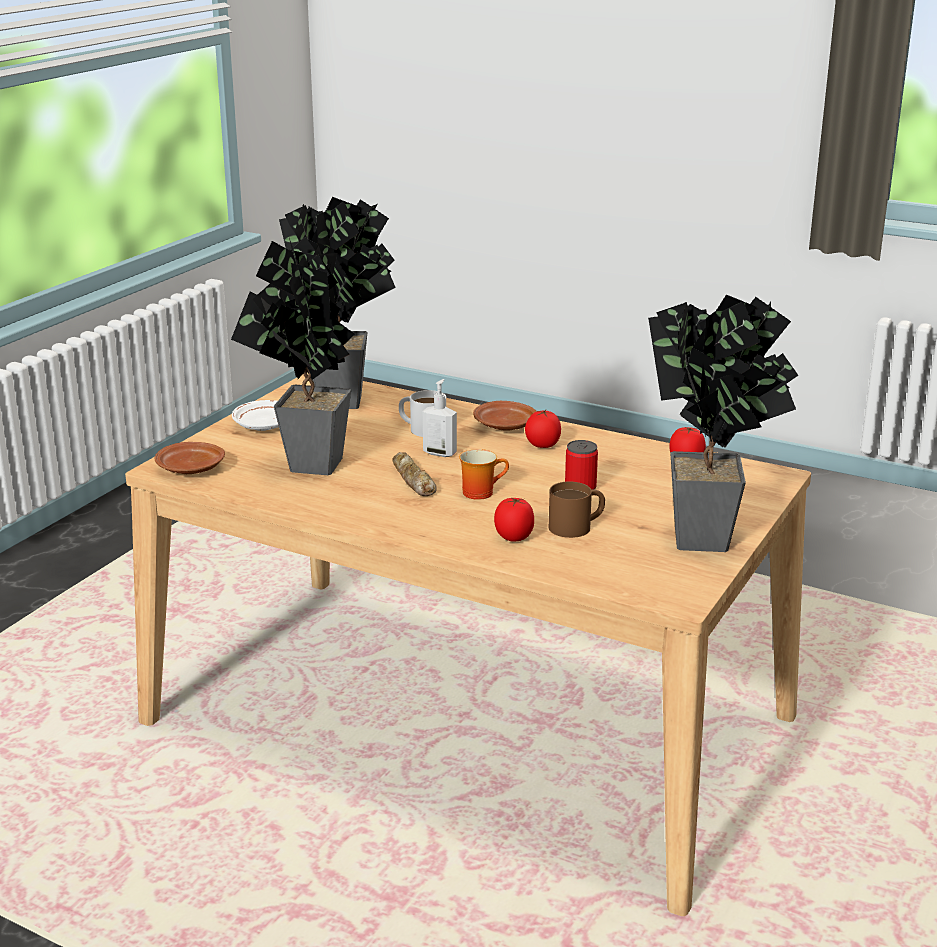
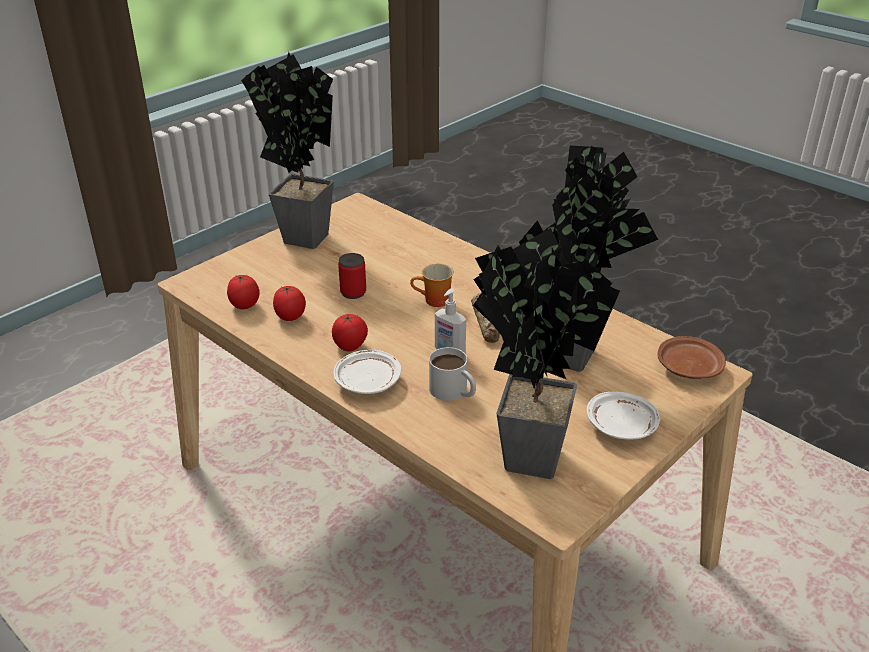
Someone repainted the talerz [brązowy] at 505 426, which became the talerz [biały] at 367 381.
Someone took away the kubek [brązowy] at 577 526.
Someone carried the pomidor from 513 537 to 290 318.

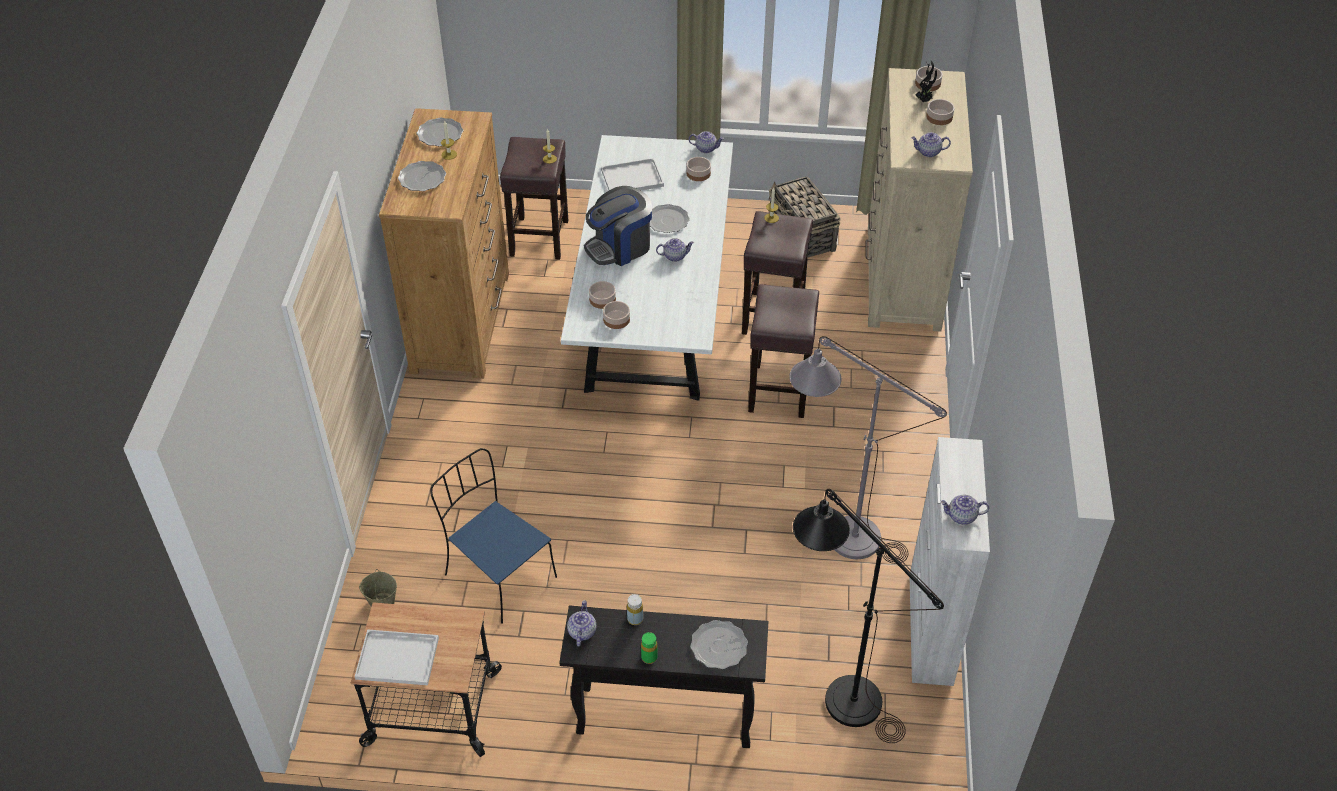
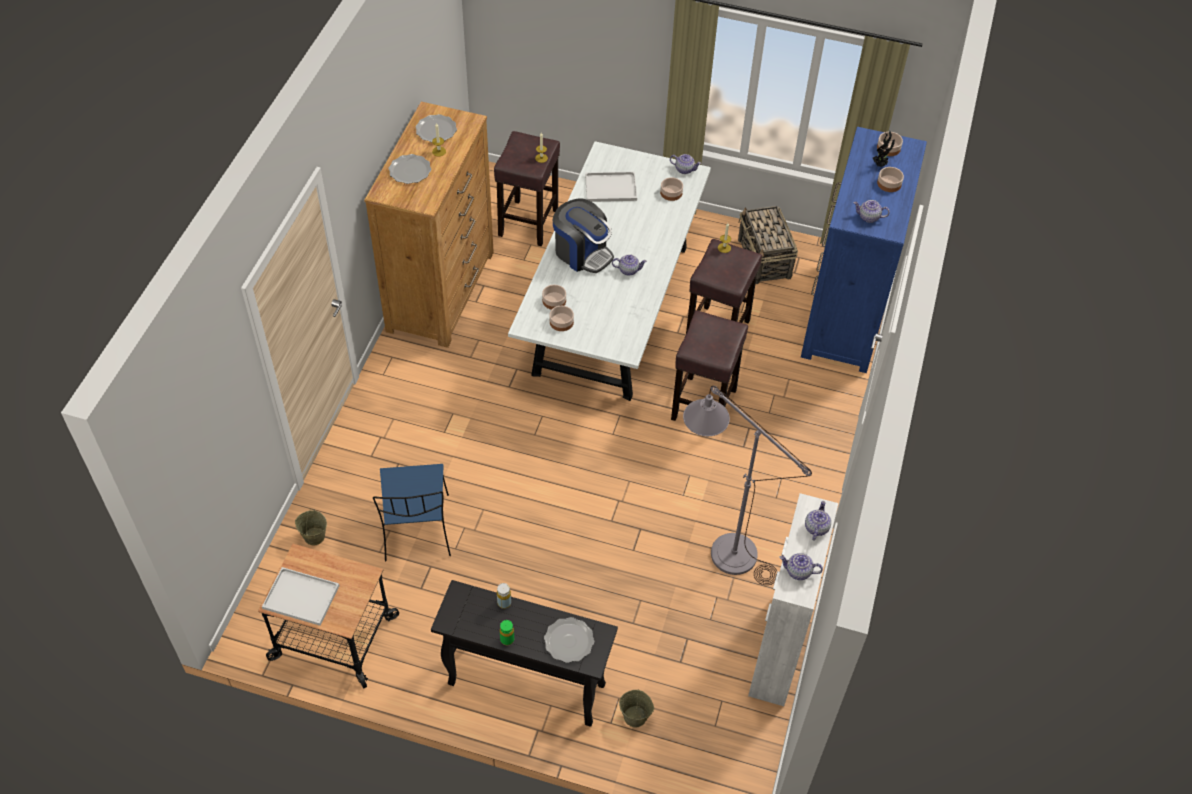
Someone repainted the komoda [beżowy] at 902 278, which became the komoda [niebieski] at 845 316.
Someone rotated the ekspres do kawy at 620 247 by 120 degrees counterclockwise.
Someone took away the talerz at 667 220.
Someone rotated the krzesło [niebieski] at 498 575 by 150 degrees counterclockwise.
Someone took away the lampa stojąca [czarny] at 840 691.
Someone carried the imbryk from 581 631 to 816 527.
Someone put down the wiadro [beżowy] at 635 717.

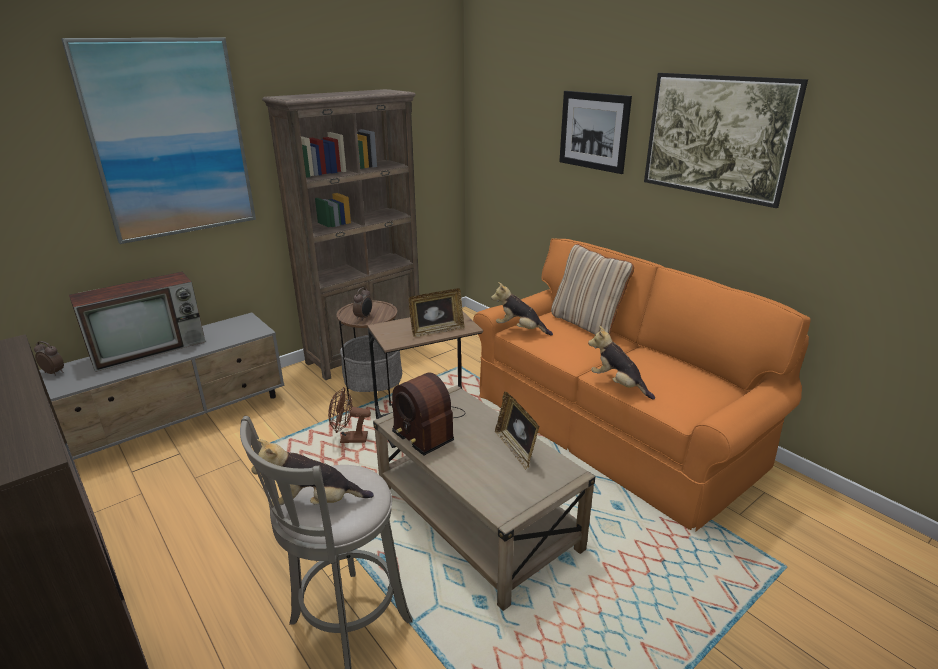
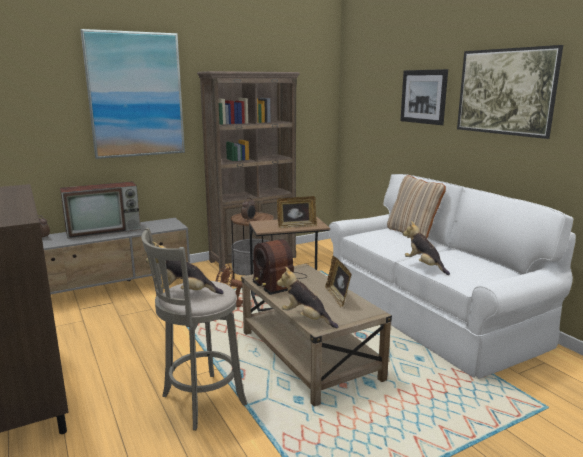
Someone repainted the kanapa [pomarańczowy] at 612 427, which became the kanapa [biały] at 429 314.
Someone carried the pluszak from 520 329 to 306 319.

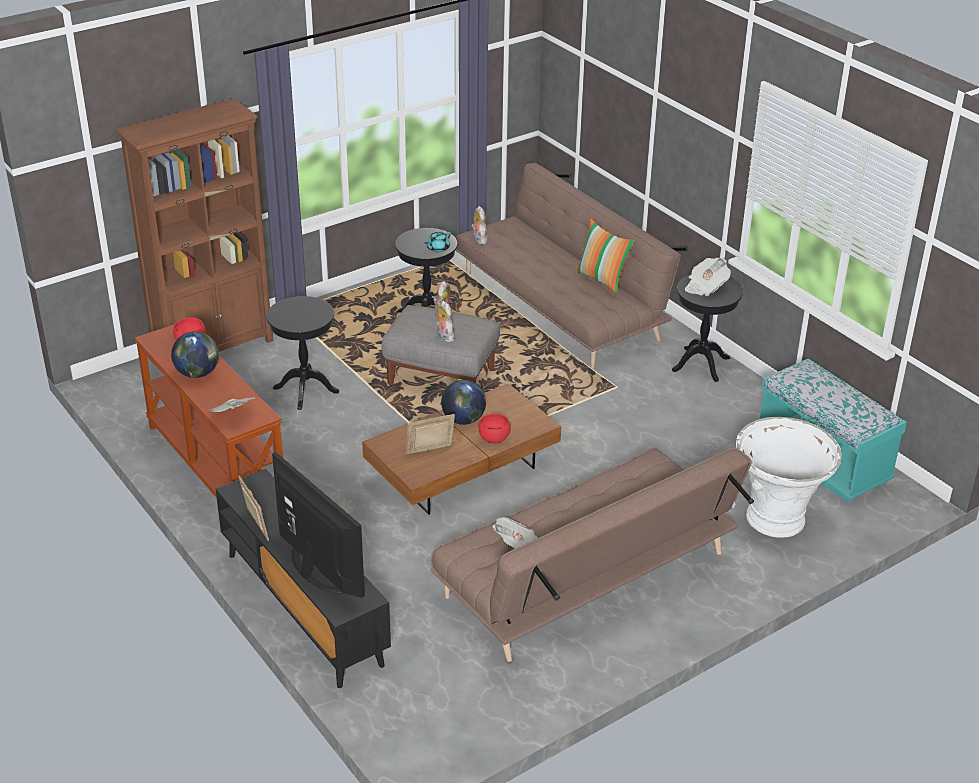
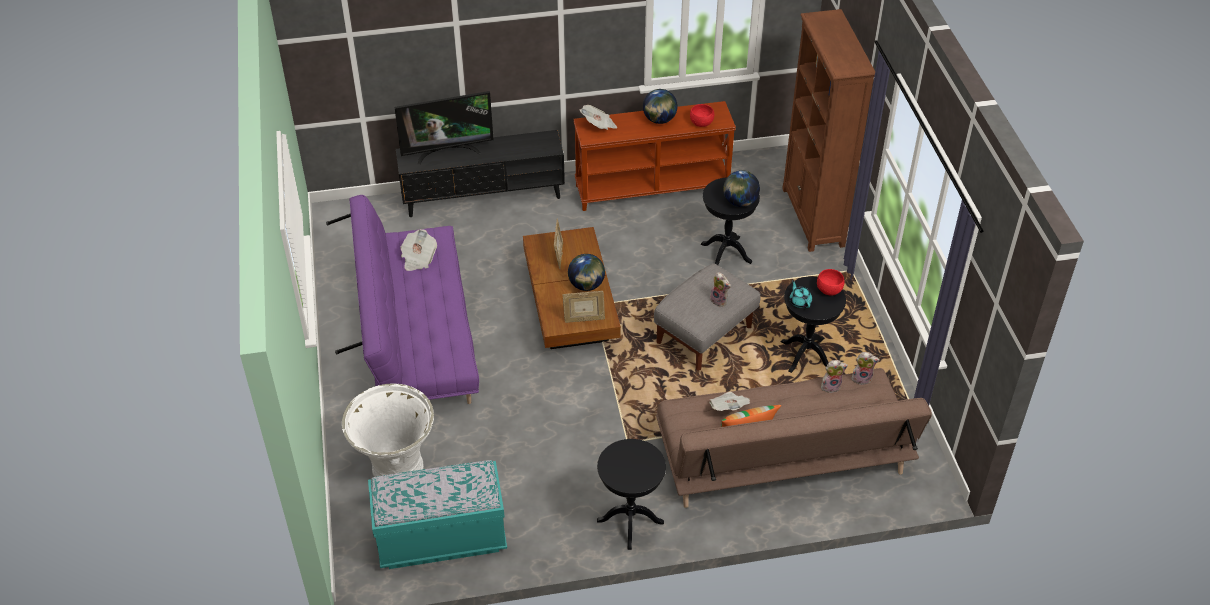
Someone carried the gazeta from 705 287 to 728 408.
Someone carried the pluszak from 444 337 to 831 386.
Someone carried the miska [czerwony] from 494 439 to 829 291.
Someone repainted the kanapa [brązowy] at 587 575, which became the kanapa [fioletowy] at 417 334.
Someone carried the ramka na zdjęcie from 255 526 to 584 319.
Someone put down the globus at 740 202.

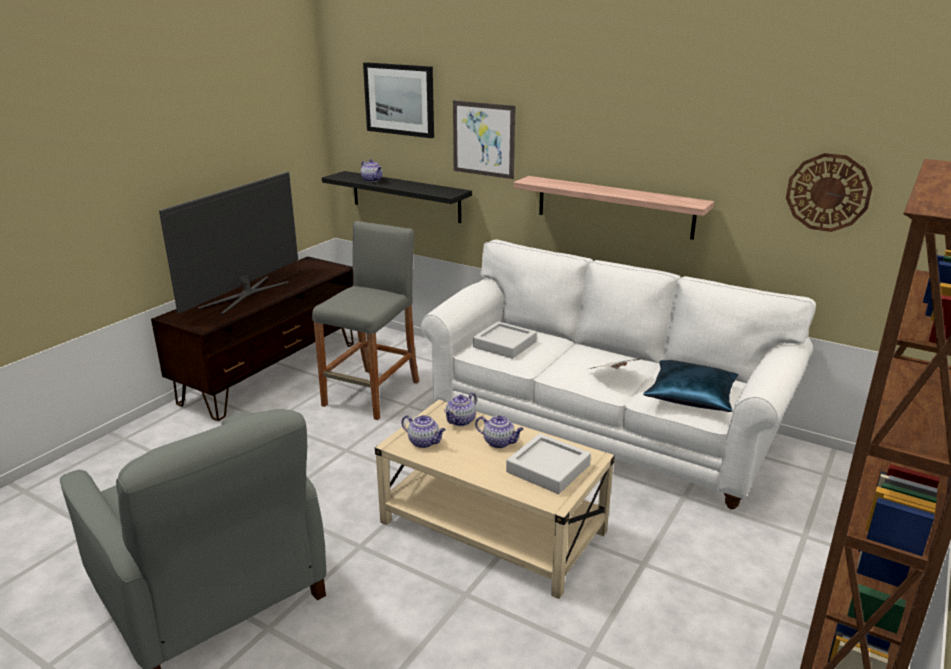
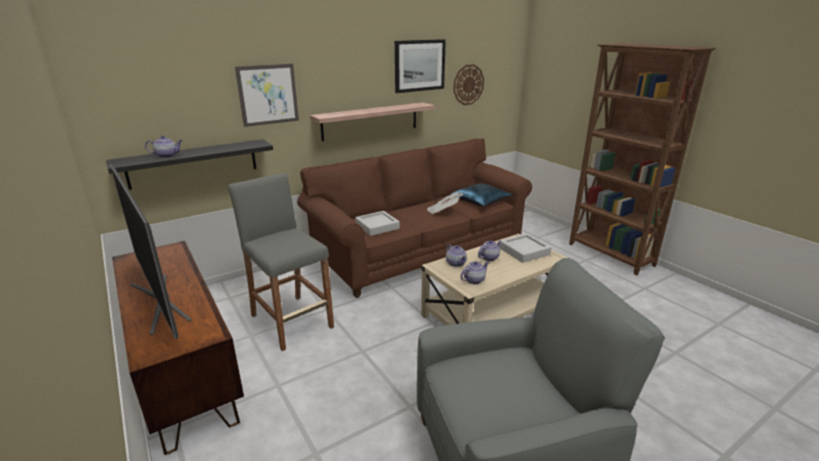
Someone carried the obraz from 399 99 to 419 65.
Someone repainted the kanapa [biały] at 602 428, which became the kanapa [brązowy] at 419 252.

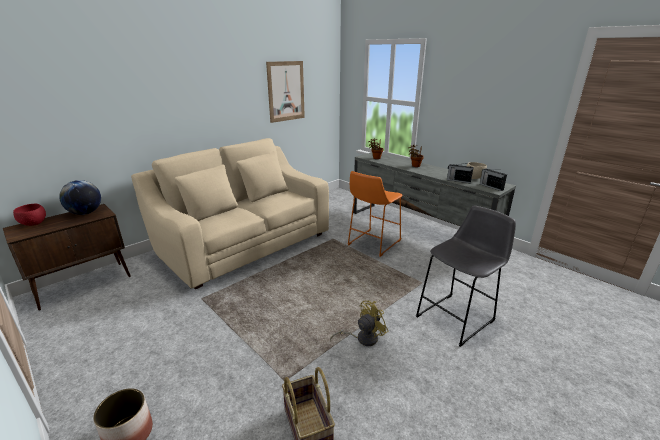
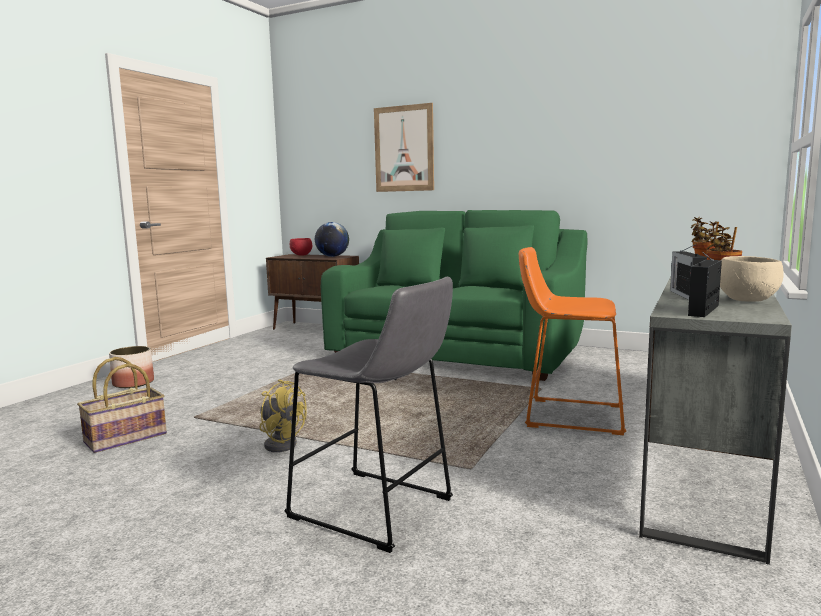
Someone carried the obraz from 286 91 to 404 148.
Someone repainted the kanapa [beżowy] at 244 244, which became the kanapa [zielony] at 455 353.

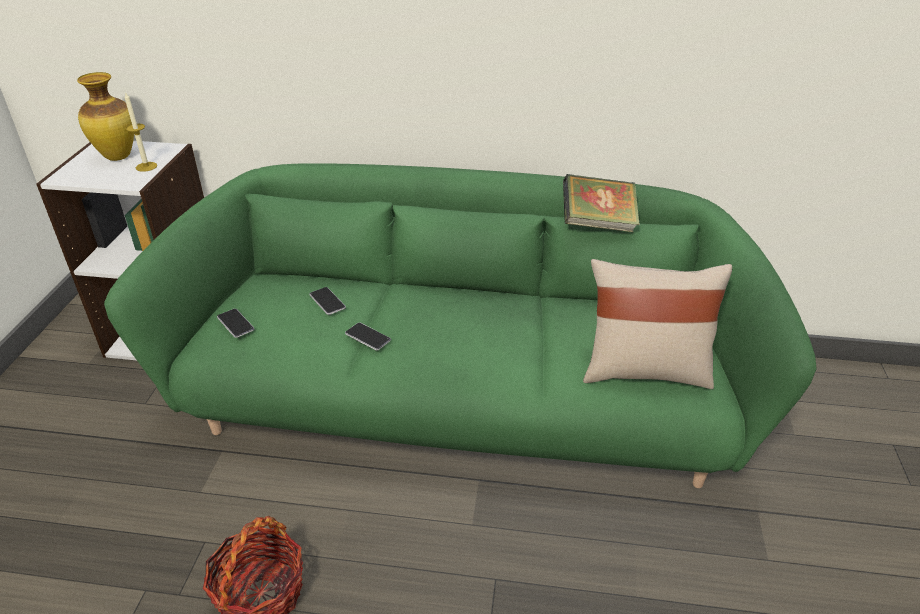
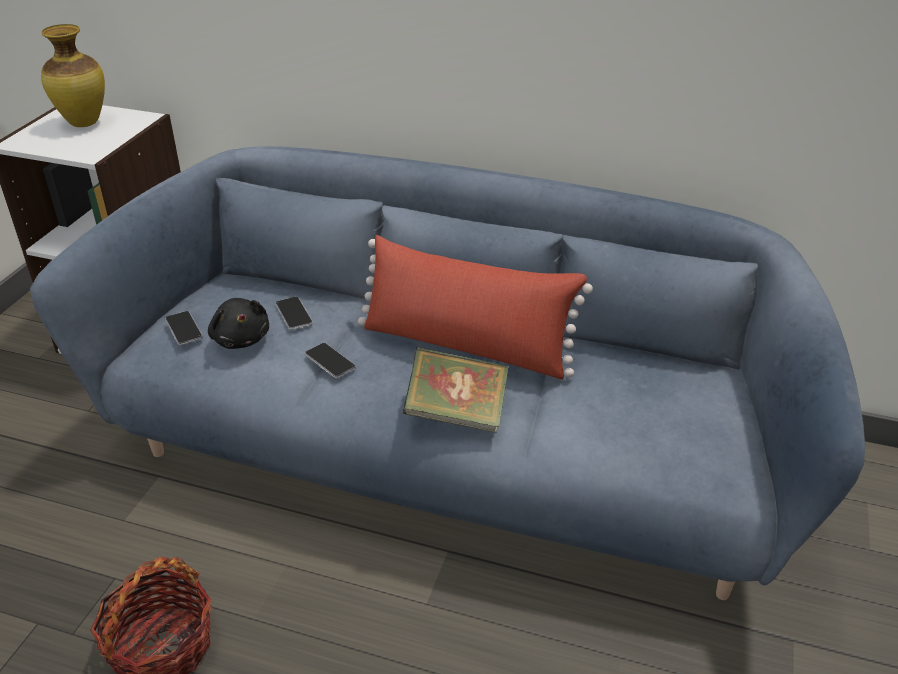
Someone took away the świeca at 146 166.
Someone repainted the kanapa [zielony] at 459 402, which became the kanapa [niebieski] at 448 454.
Someone carried the książka from 597 224 to 456 414.
Someone took away the poduszka [beżowy] at 645 370.
Someone put down the poduszka [czerwony] at 466 346.
Someone put down the pluszak [czarny] at 241 338.

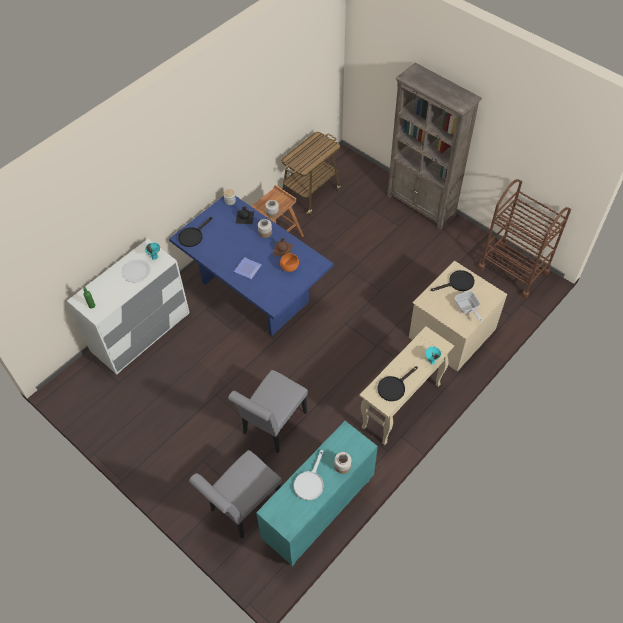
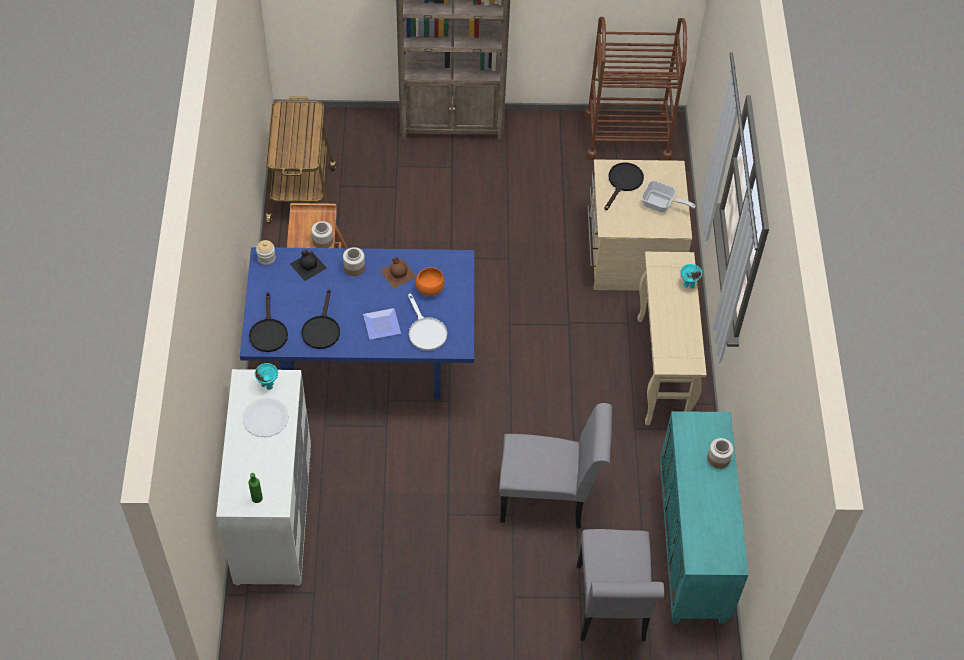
Someone carried the patelnia [czarny] from 394 387 to 321 329.
Someone rotated the krzesło [szary] at 272 426 by 75 degrees counterclockwise.
Someone carried the patelnia [biały] from 310 482 to 425 331.

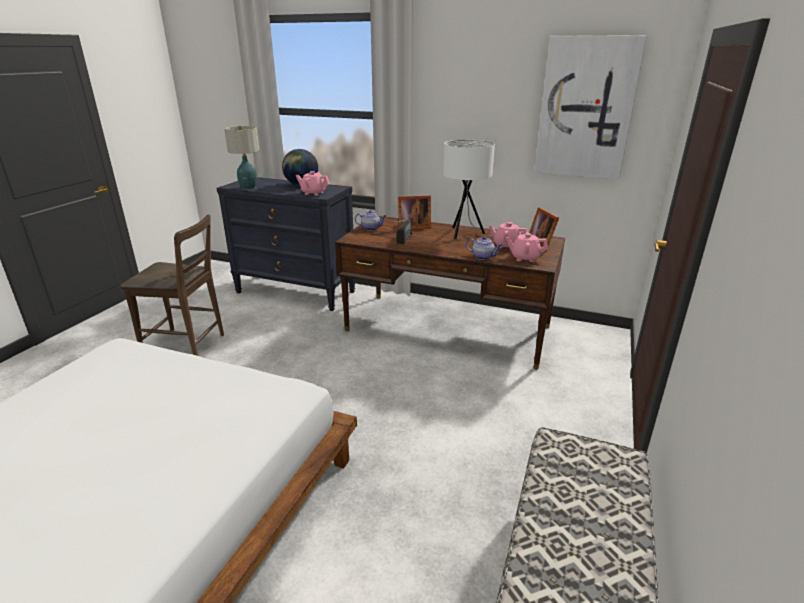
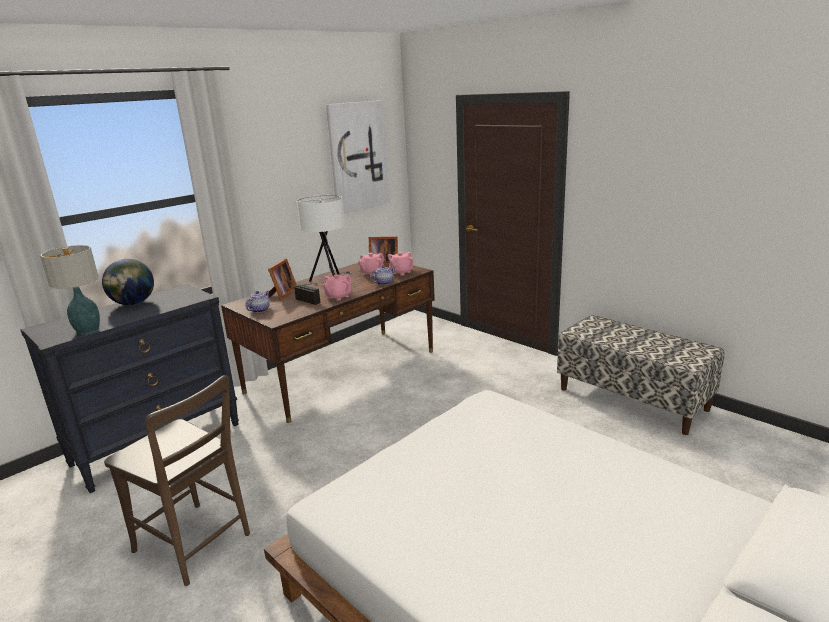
Someone carried the imbryk [różowy] from 313 193 to 338 297.
Someone rotated the krzesło [brązowy] at 188 346 by 90 degrees clockwise.

